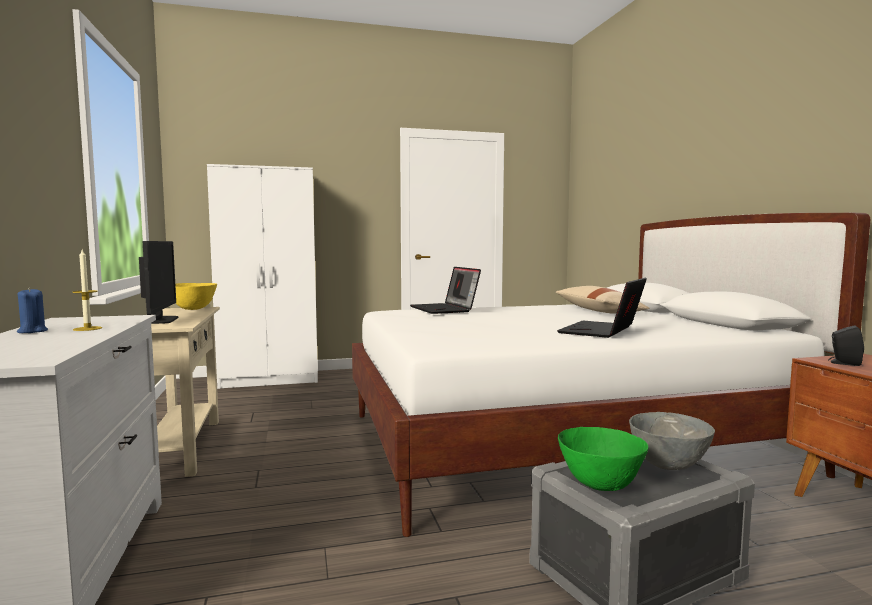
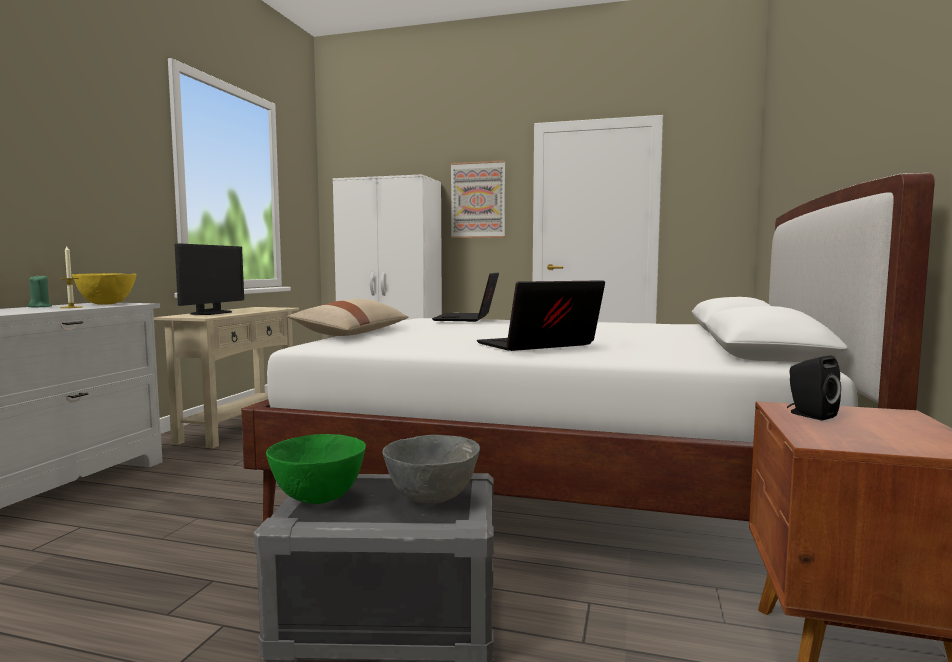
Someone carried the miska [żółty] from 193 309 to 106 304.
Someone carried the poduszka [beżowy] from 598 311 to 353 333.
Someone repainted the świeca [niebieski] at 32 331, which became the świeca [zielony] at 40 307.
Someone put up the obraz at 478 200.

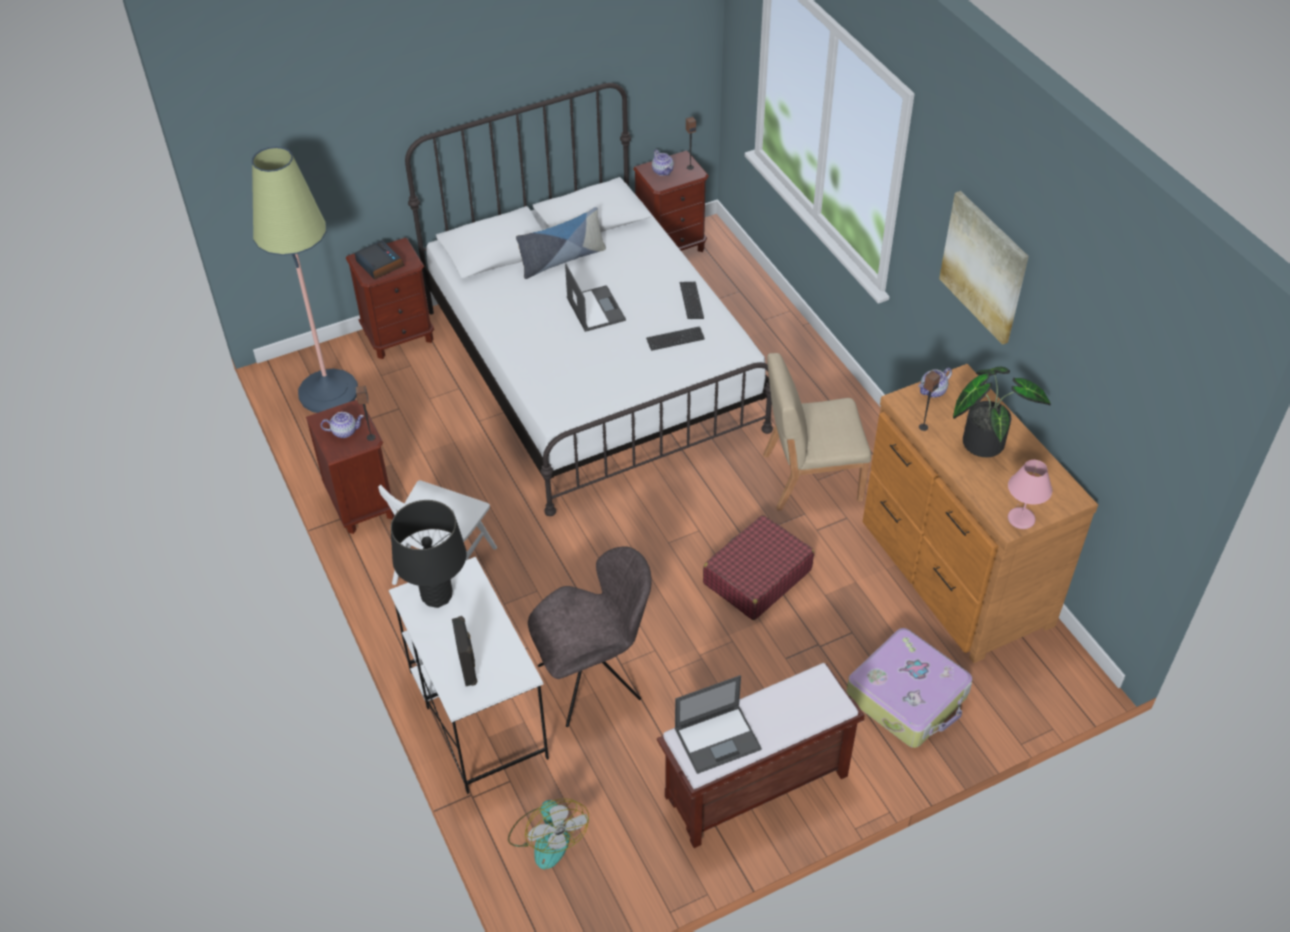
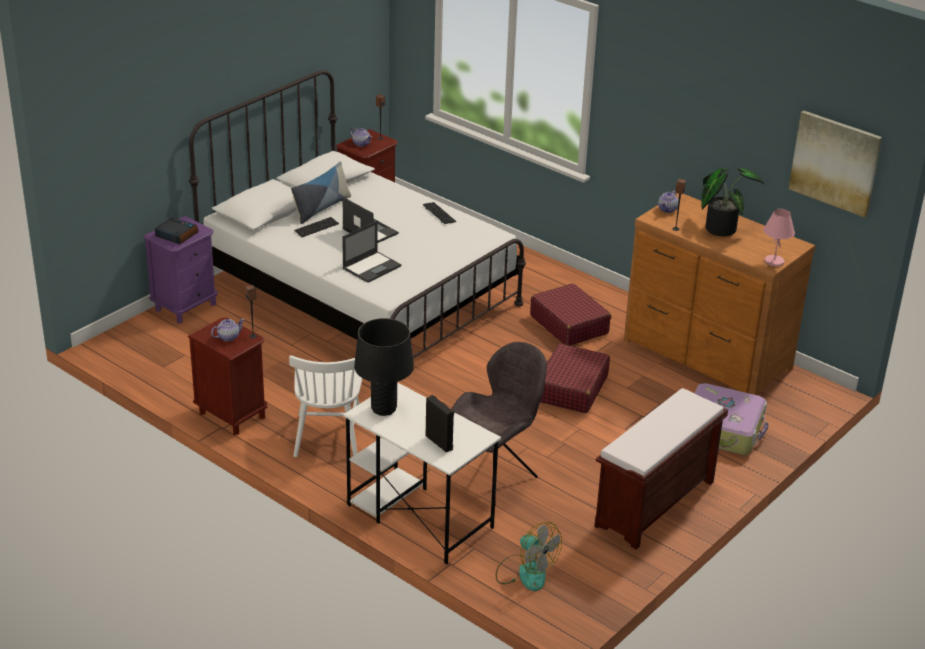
Someone took away the lampa stojąca at 328 392.
Someone carried the obraz from 984 267 to 835 162.
Someone repainted the szafka nocna [brązowy] at 399 337, which became the szafka nocna [fioletowy] at 185 307.
Someone carried the klawiatura from 675 339 to 316 228.
Someone swapped the krzesło [beżowy] at 810 477 for the walizka [czerwony] at 569 324.
Someone carried the laptop from 718 738 to 372 267.

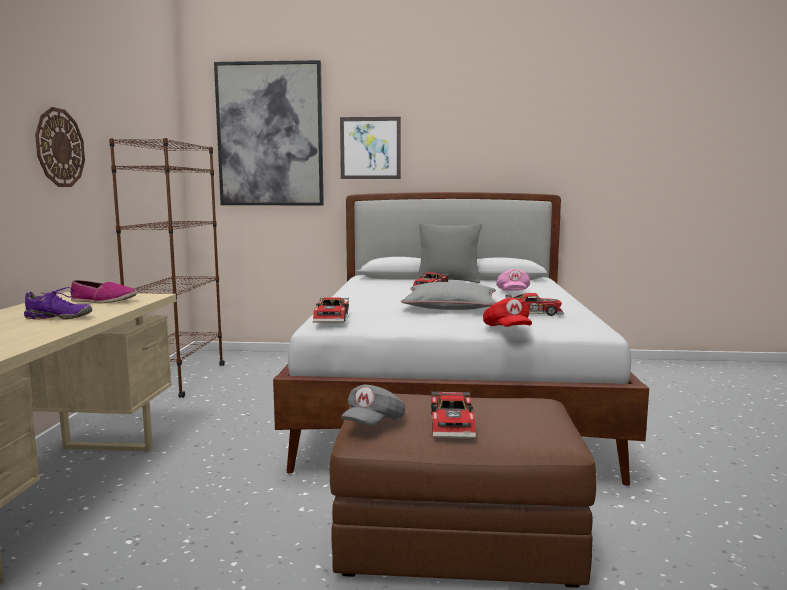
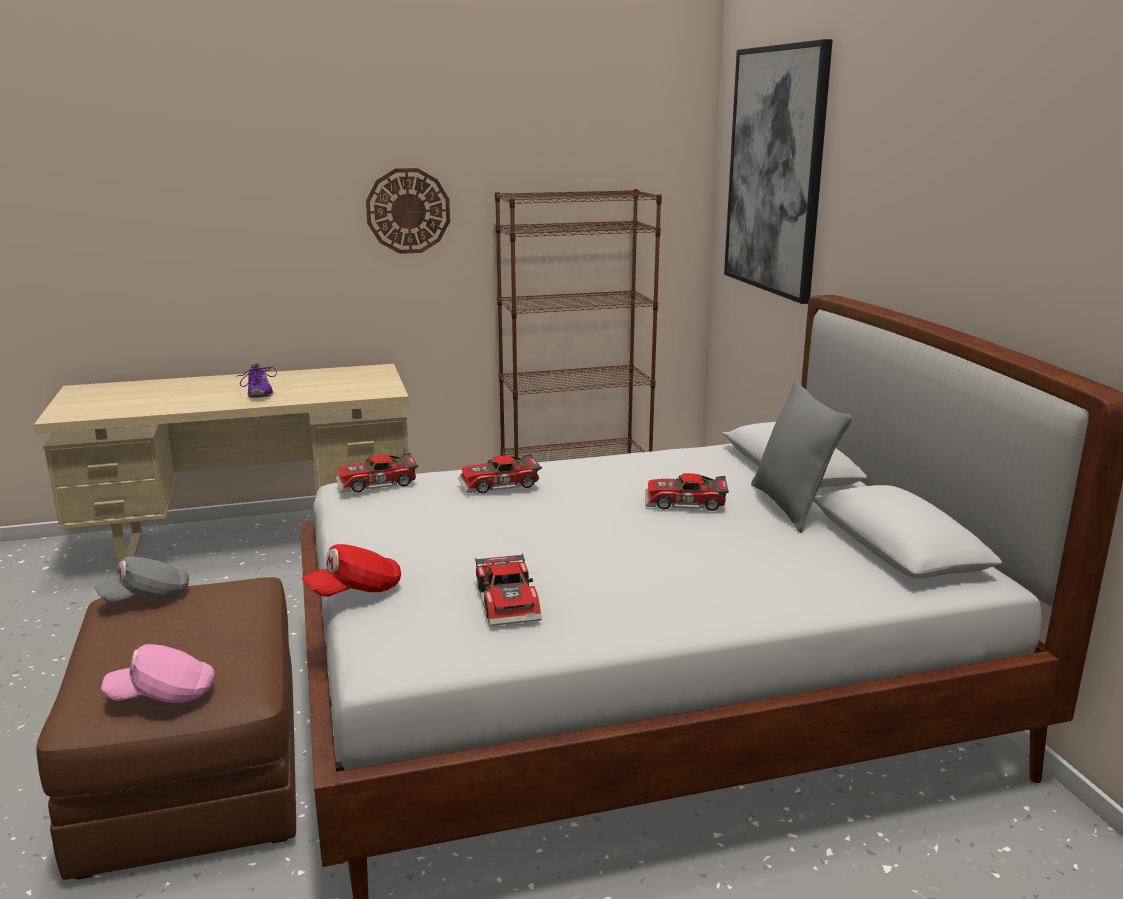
Someone took away the obraz at 370 148.
Someone carried the czapka z daszkiem [różowy] from 513 293 to 163 695.
Someone took away the but at 103 301.
Someone took away the poduszka [szary] at 450 306.
Someone rotated the czapka z daszkiem [szary] at 374 423 by 45 degrees counterclockwise.
Someone carried the samochodzik from 454 424 to 500 485.

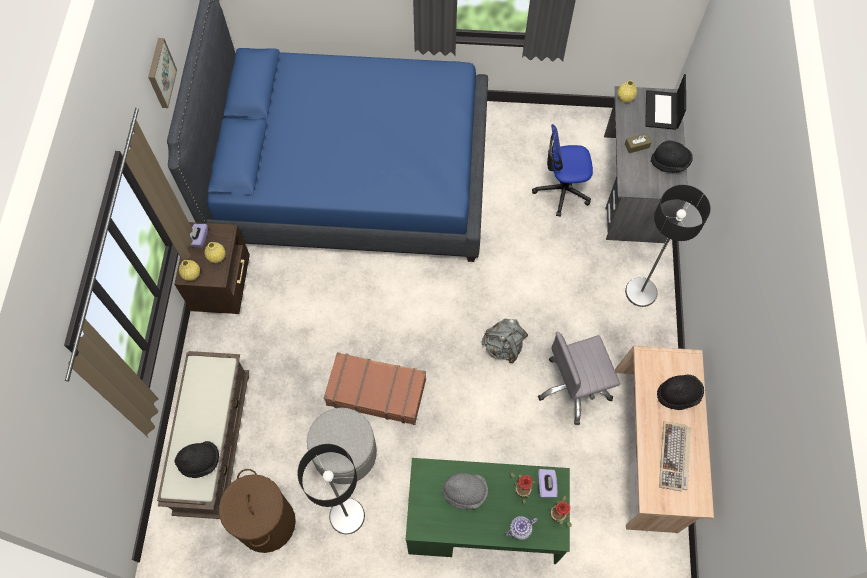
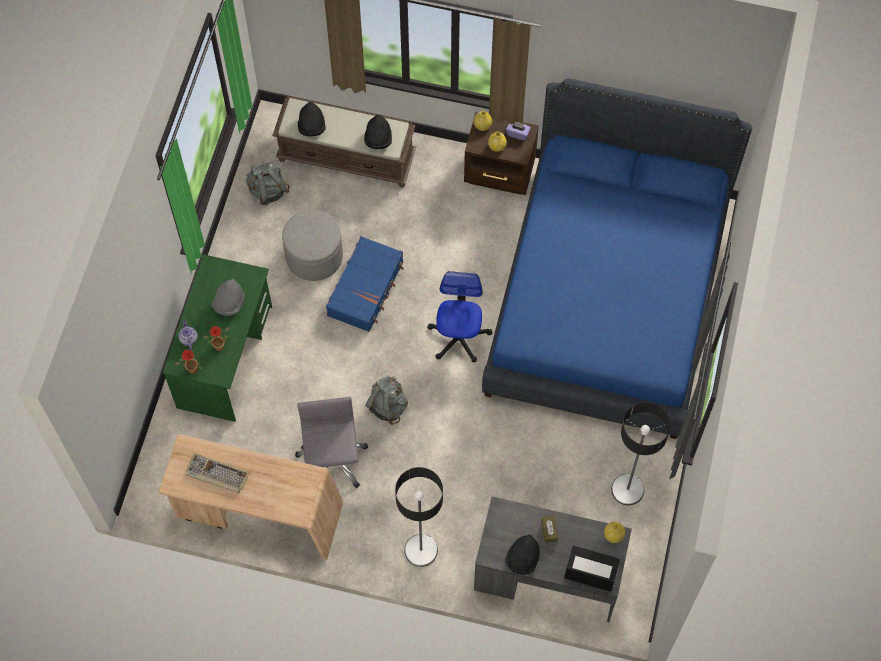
Someone took away the obraz at 160 73.
Someone carried the krzesło biurowe from 562 190 to 458 337.
Someone repainted the walizka [brązowy] at 376 391, which became the walizka [niebieski] at 366 289.
Someone carried the kapelusz [czarny] from 678 394 to 378 139.
Someone carried the lampa stojąca from 346 516 to 627 489.
Someone swapped the kosz na pranie [brązowy] at 267 523 for the plecak [szary] at 268 191.
Someone took away the pudełko chusteczek [fioletowy] at 546 486.

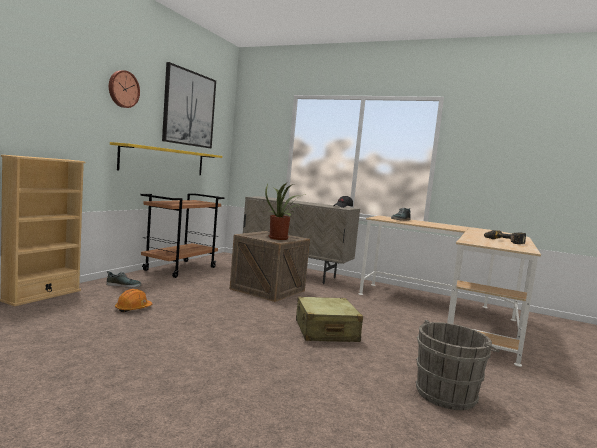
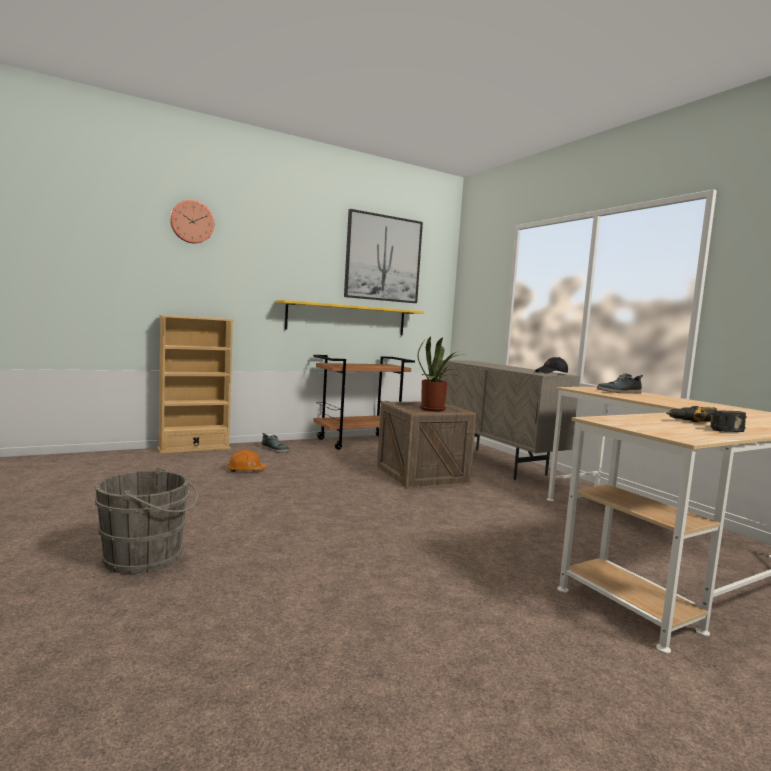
Someone carried the zegar ścienny from 123 89 to 192 222.
Someone took away the walizka [beżowy] at 325 331.
Someone carried the wiadro [szary] from 448 393 to 148 558.

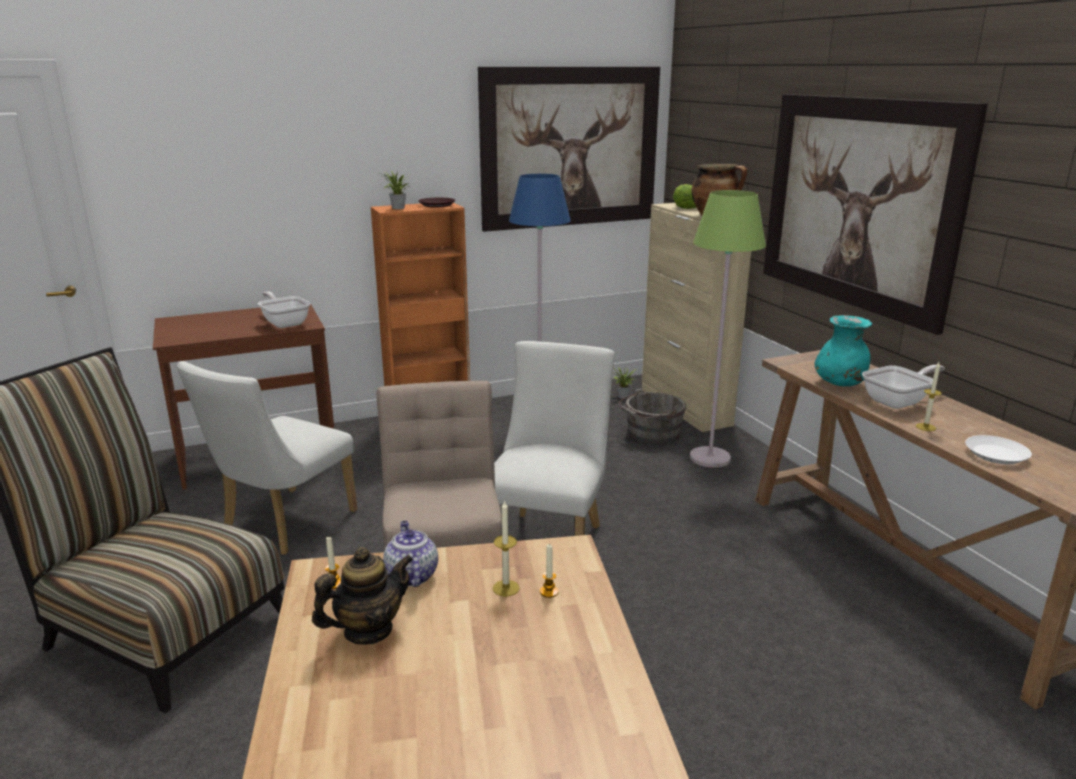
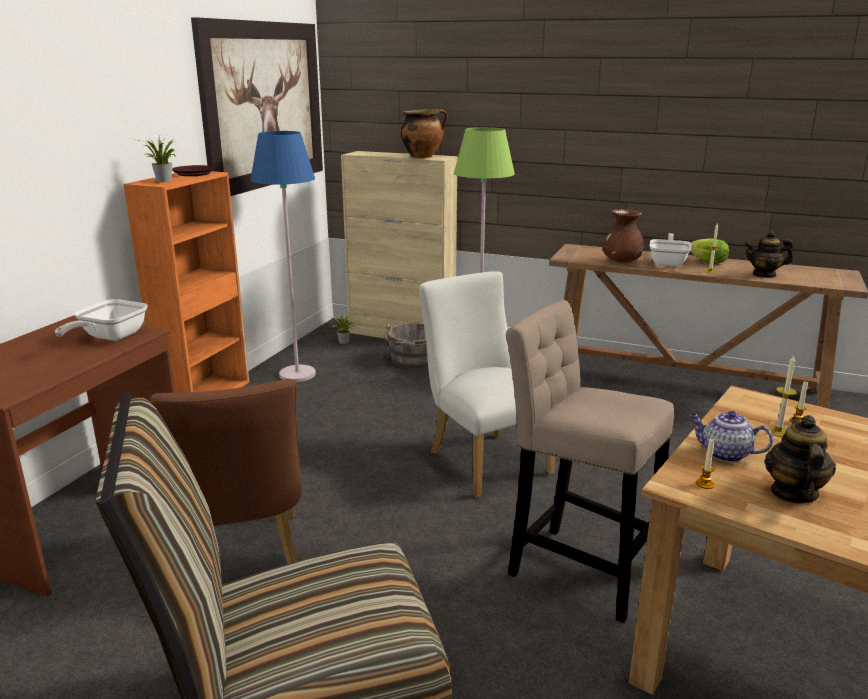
Someone took away the obraz at 858 203.
Someone carried the sałata from 685 207 to 707 262.
Someone rotated the patelnia at 284 323 by 75 degrees counterclockwise.
Someone repainted the wazon [turkusowy] at 840 384, which became the wazon [brązowy] at 621 262.
Someone repainted the krzesło [biały] at 282 525, which became the krzesło [brązowy] at 245 564.
Someone swapped the talerz [biały] at 996 455 for the imbryk at 764 275.

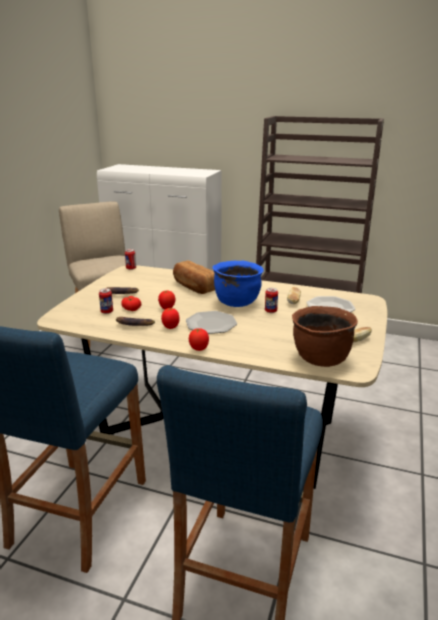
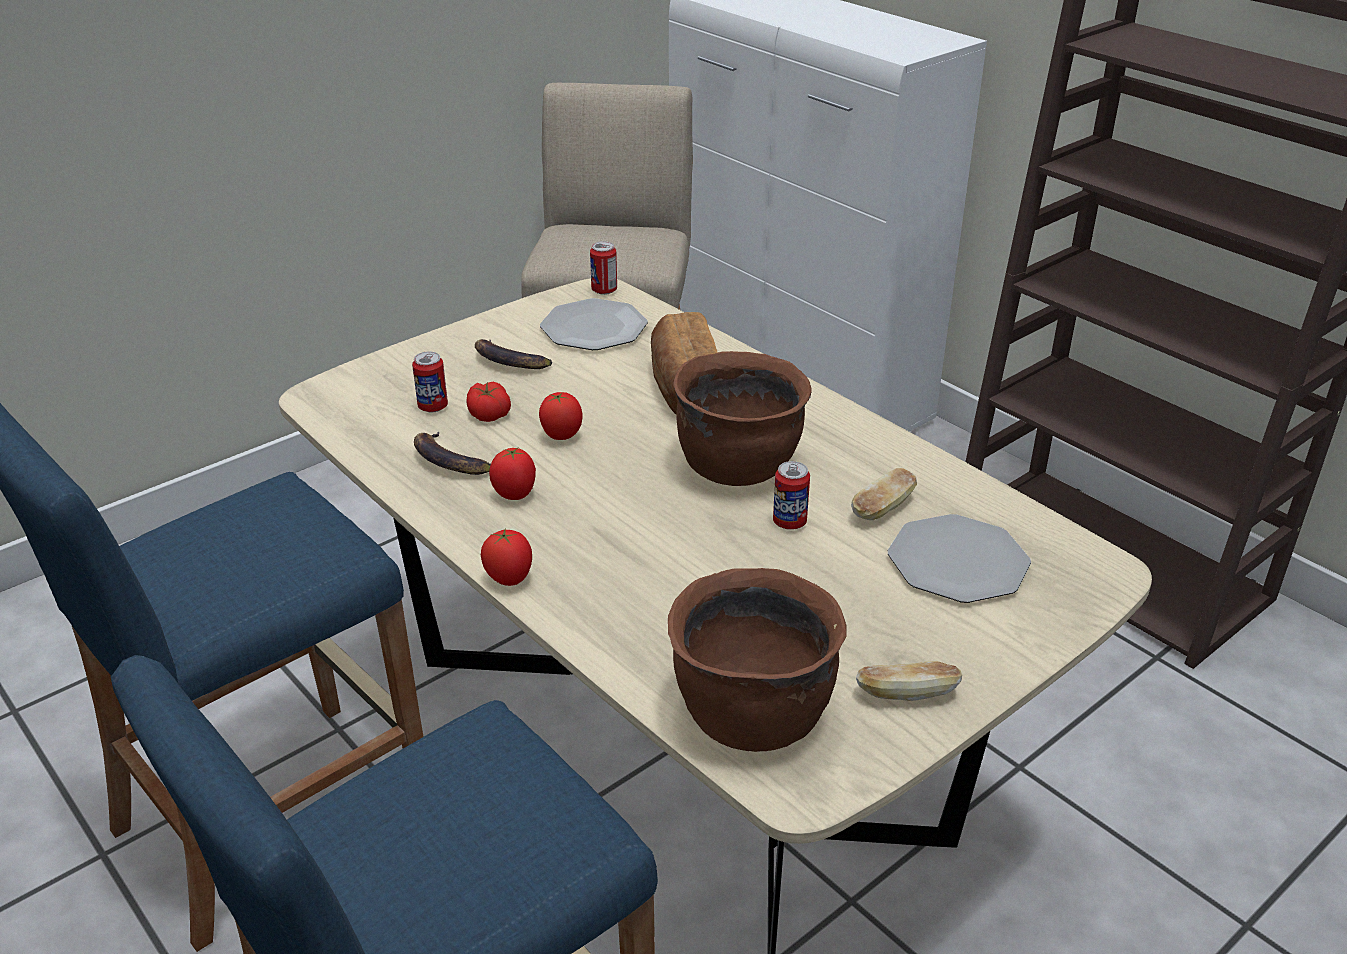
Someone repainted the garnek [niebieski] at 237 302, which became the garnek [brązowy] at 738 466.
Someone carried the talerz from 211 324 to 593 328.

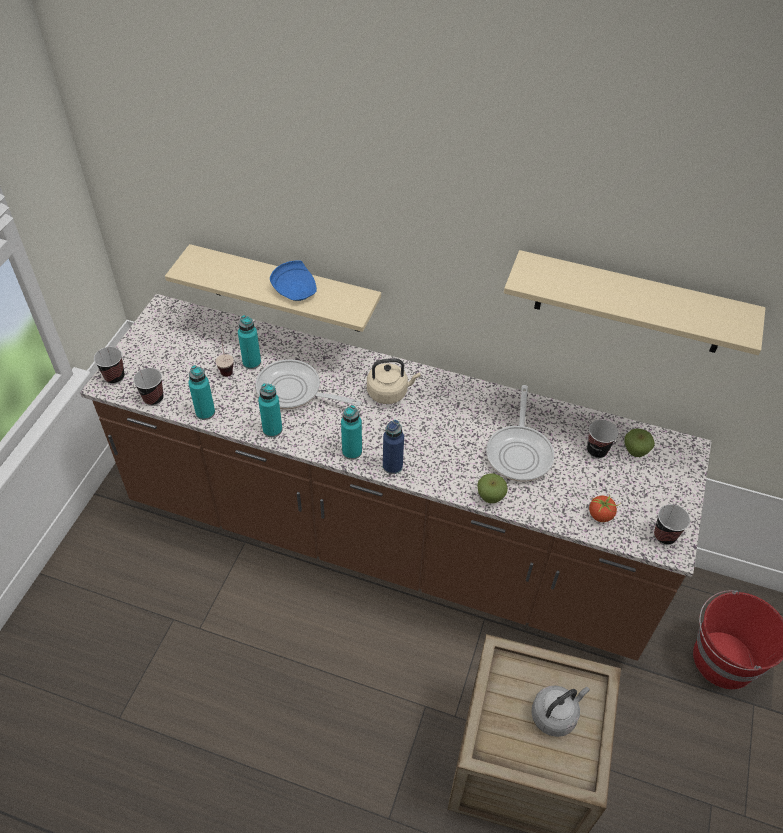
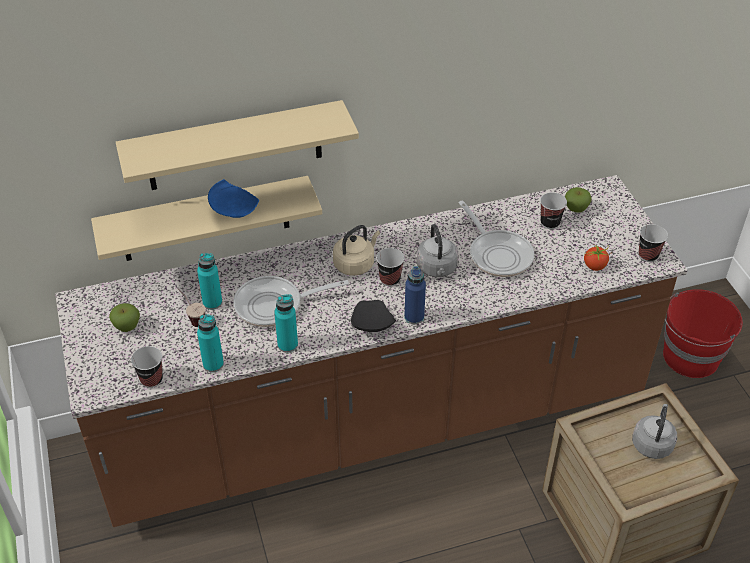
Someone carried the półka [beżowy] from 630 303 to 234 146.
Someone carried the filiżanka from 114 377 to 390 279.
Someone swapped the butelka [turkusowy] at 352 452 for the talerz [czarny] at 371 324.
Someone carried the jabłko from 490 497 to 127 327.
Someone put down the czajnik [szary] at 437 269.

